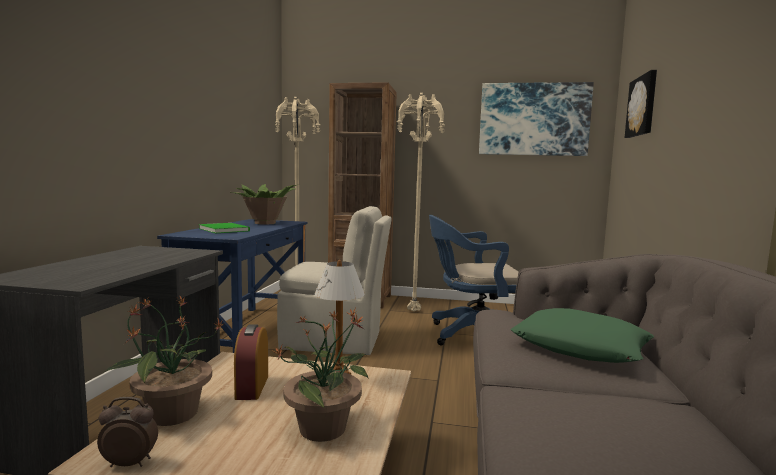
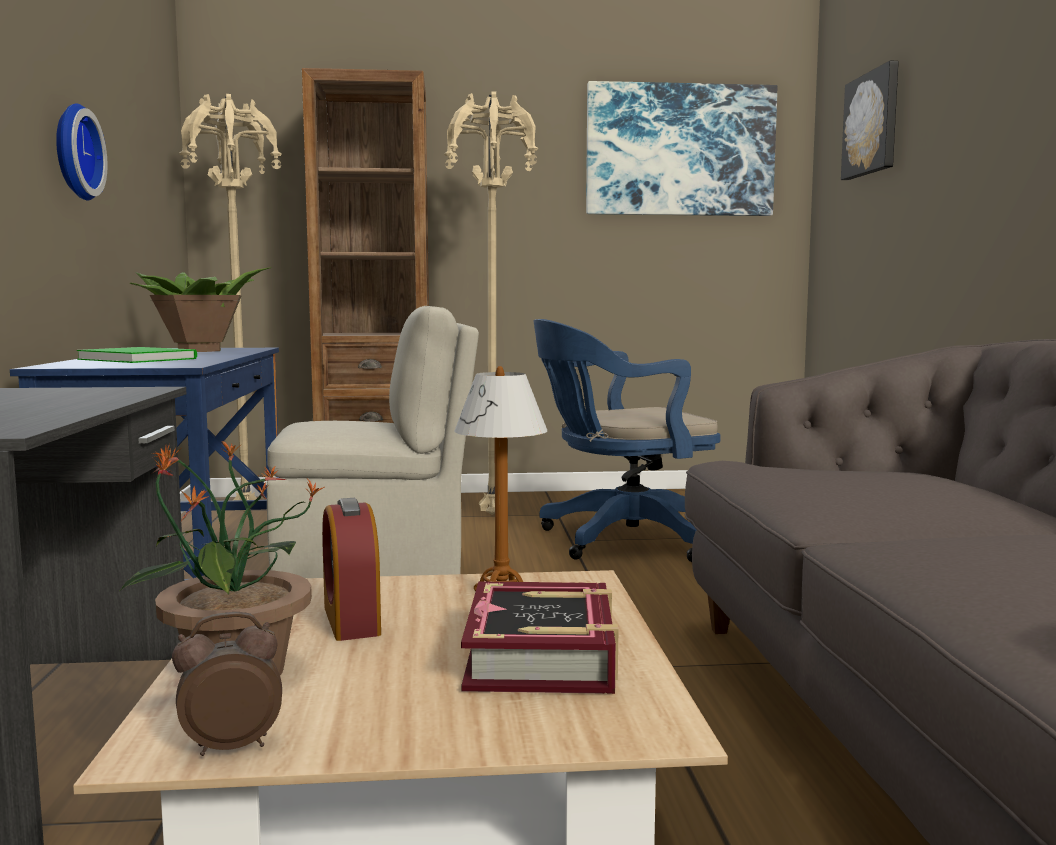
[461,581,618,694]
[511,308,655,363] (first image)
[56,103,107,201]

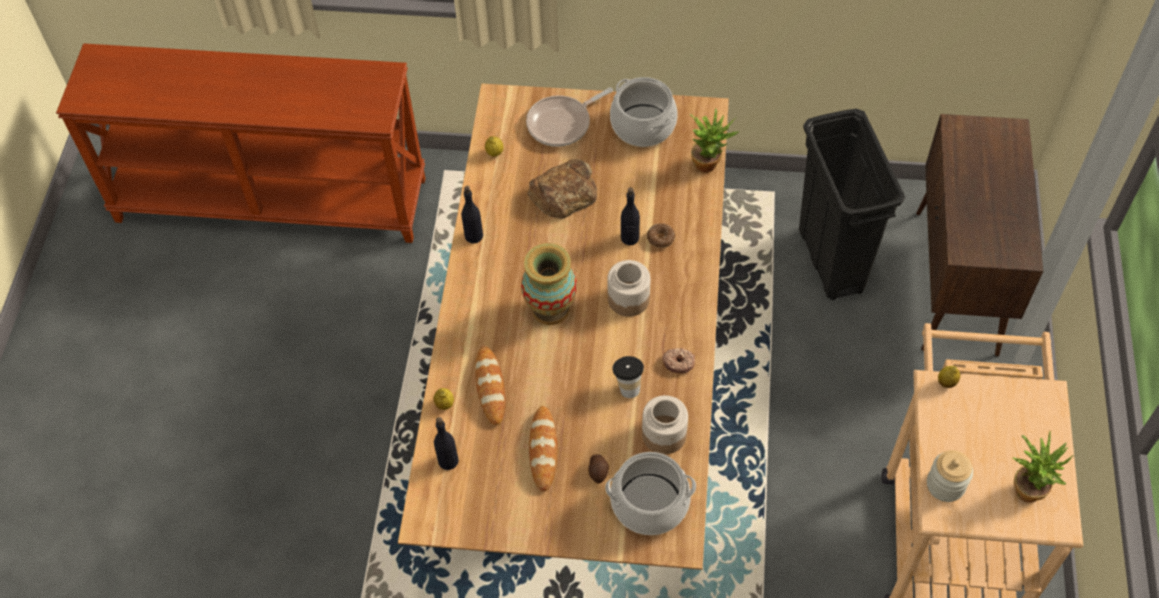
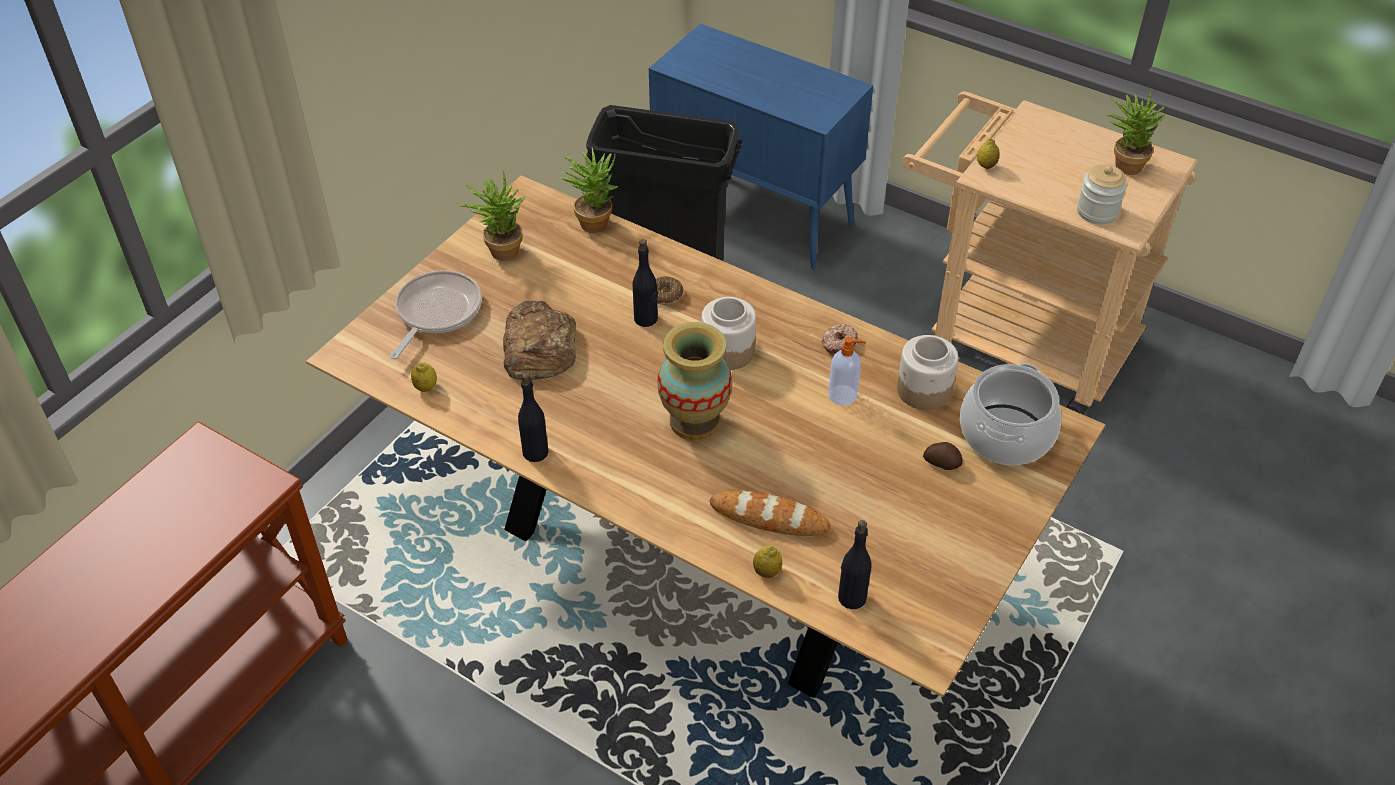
[460,170,525,261]
[390,270,482,359]
[649,24,873,270]
[828,337,866,405]
[529,406,557,492] (first image)

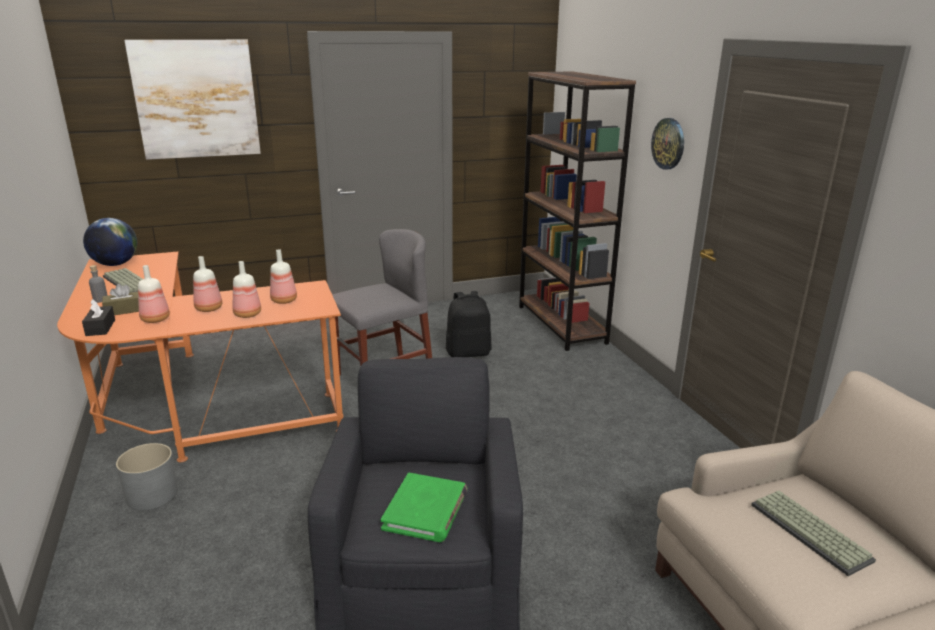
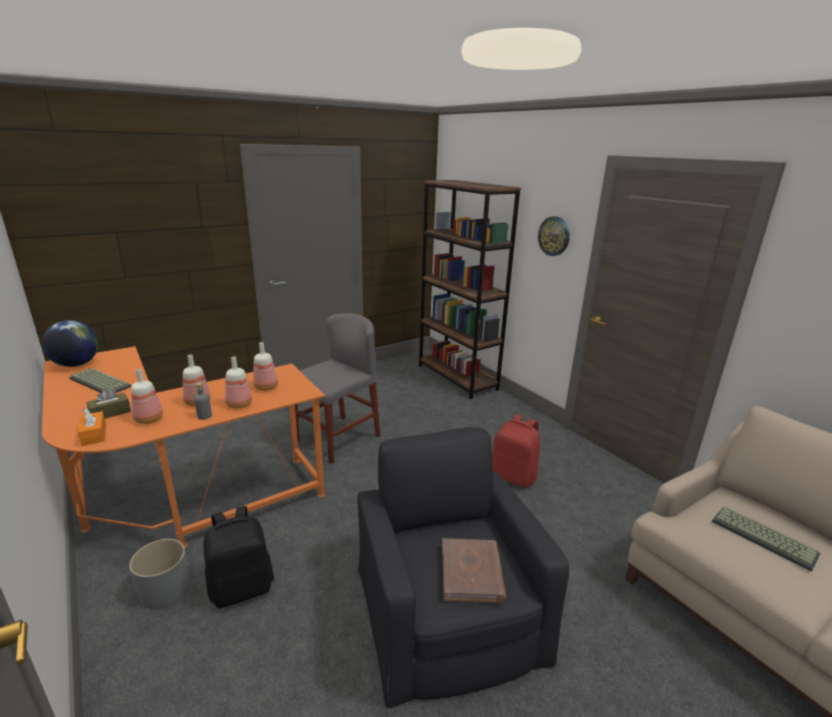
[124,40,261,160] (first image)
[194,382,212,420]
[203,506,274,609]
[78,408,106,446]
[442,538,506,603]
[492,414,540,488]

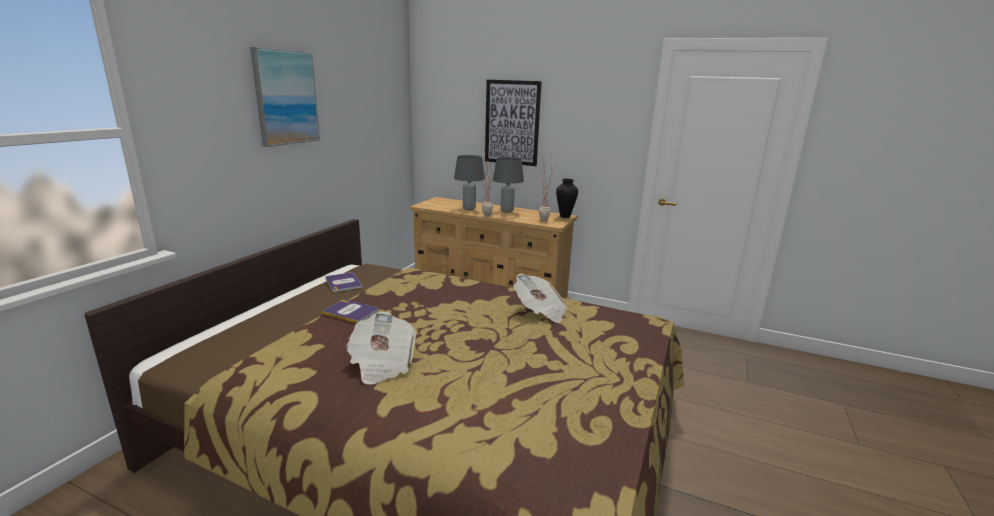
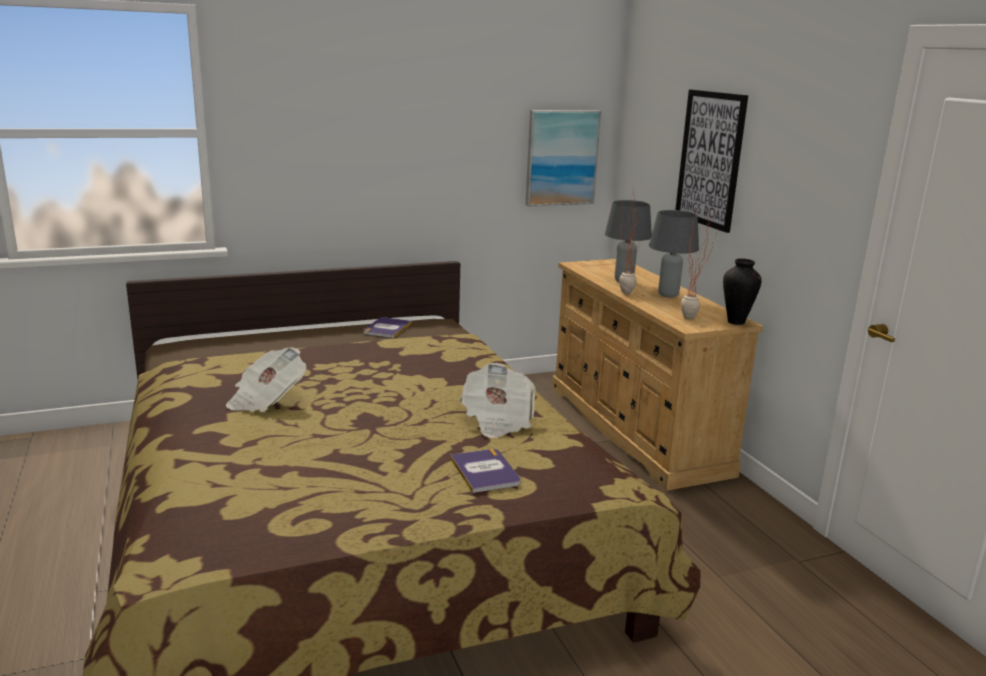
[526,110,601,206]
[450,449,520,493]

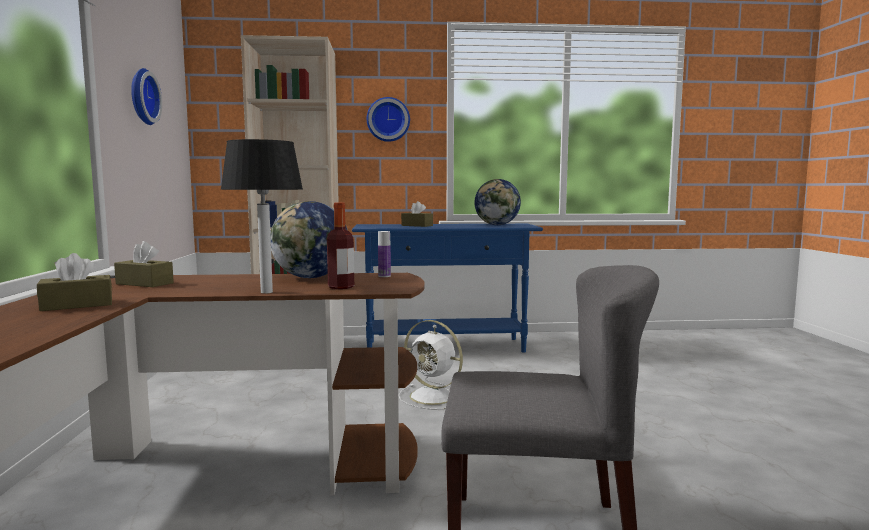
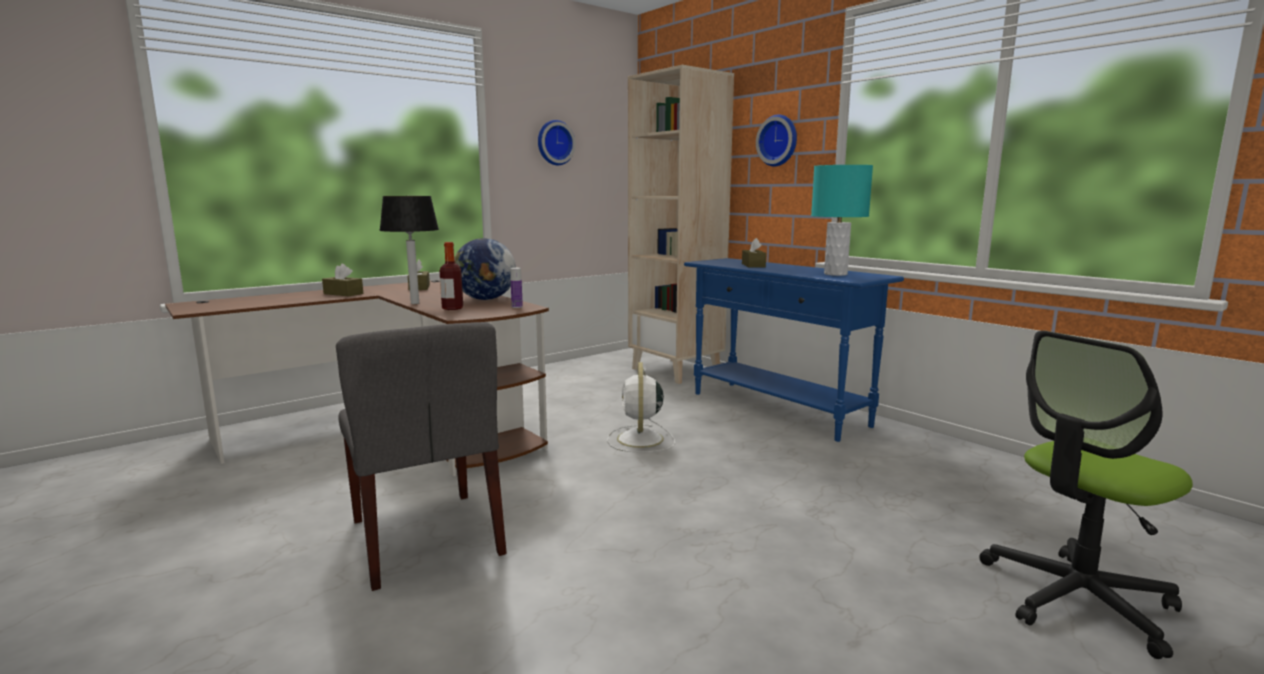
[811,165,873,276]
[980,331,1193,659]

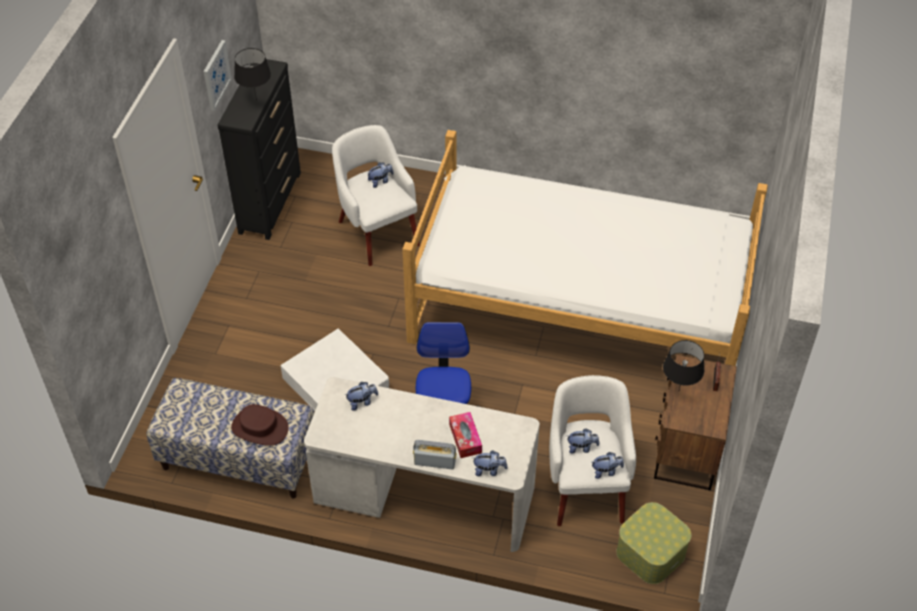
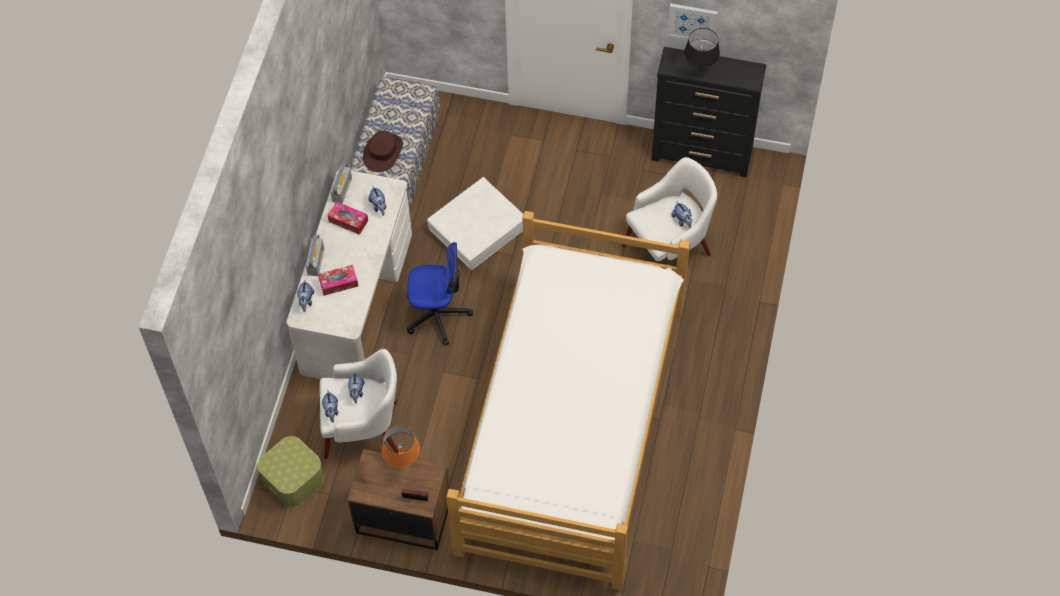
[382,425,420,467]
[331,163,352,204]
[328,201,368,235]

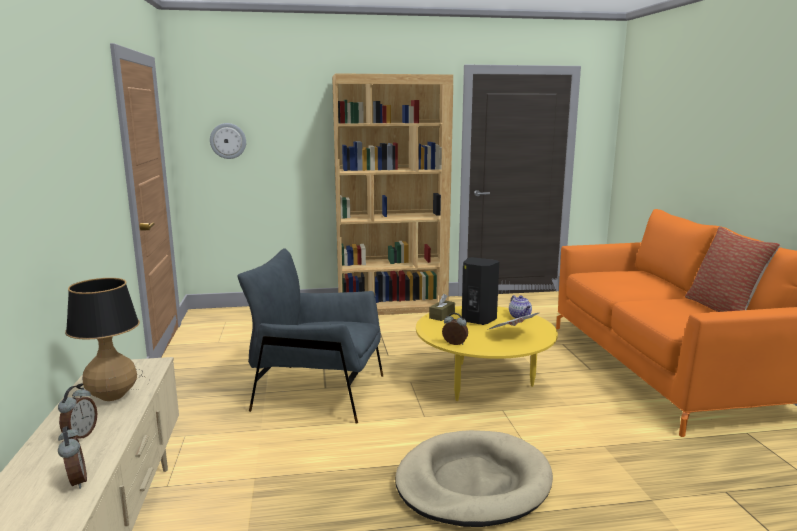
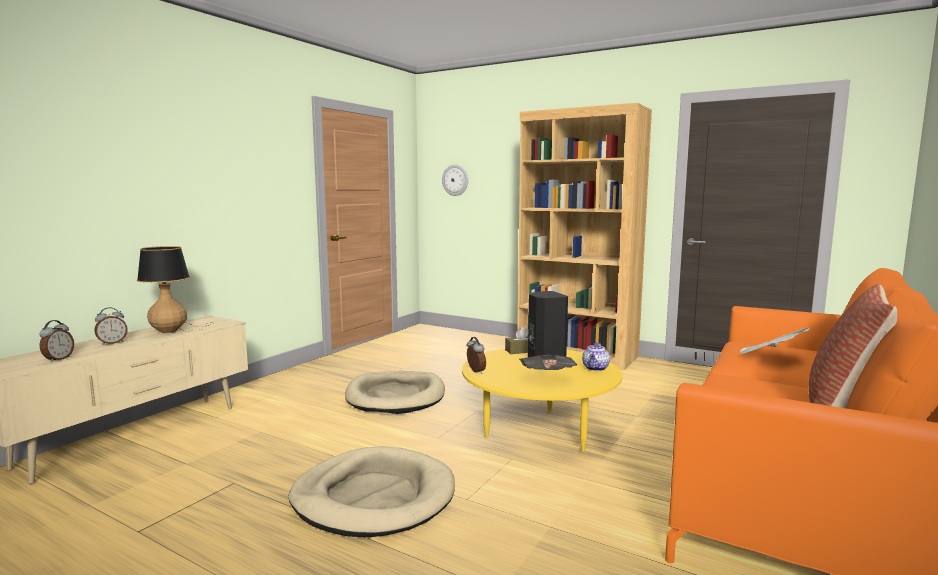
[345,371,445,414]
[740,328,810,355]

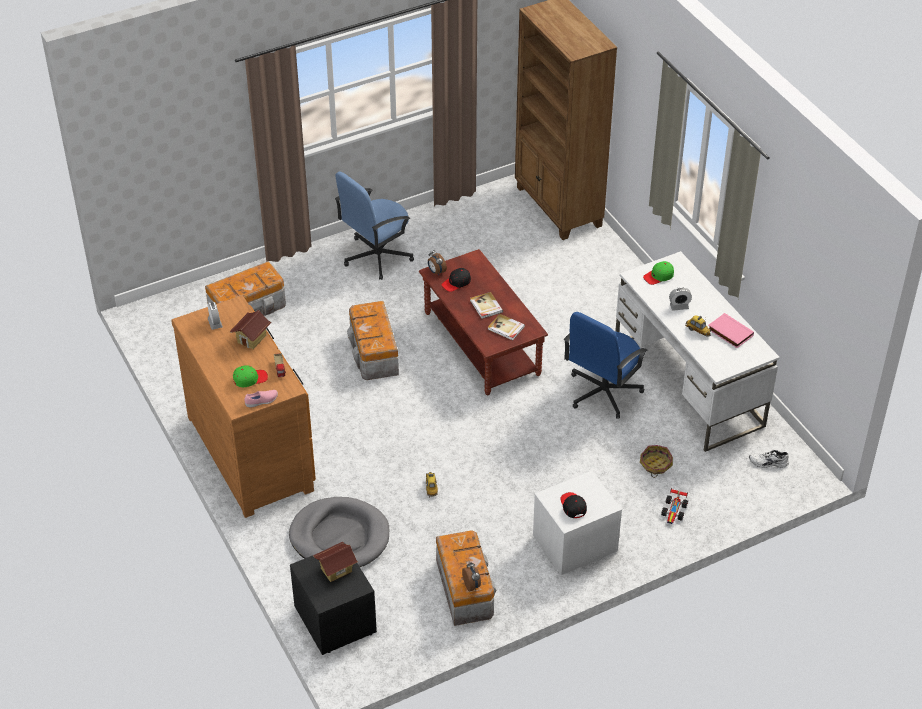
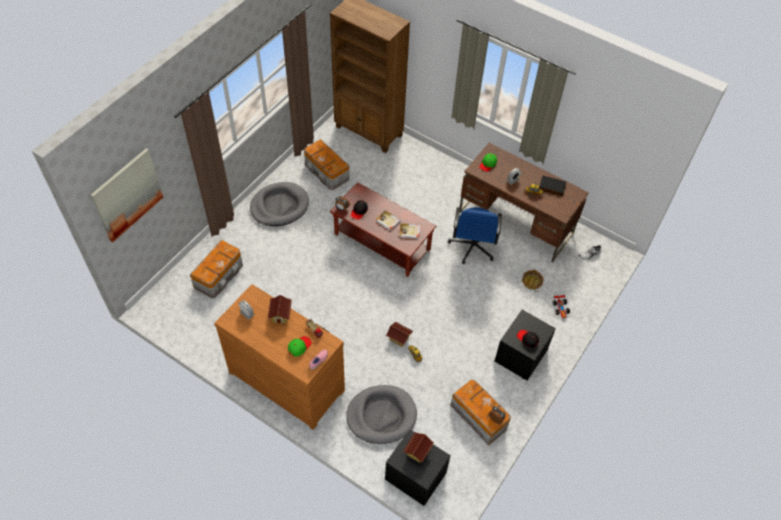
[250,182,309,226]
[459,143,589,262]
[304,139,350,190]
[539,176,567,196]
[495,310,556,381]
[91,148,163,243]
[386,322,413,347]

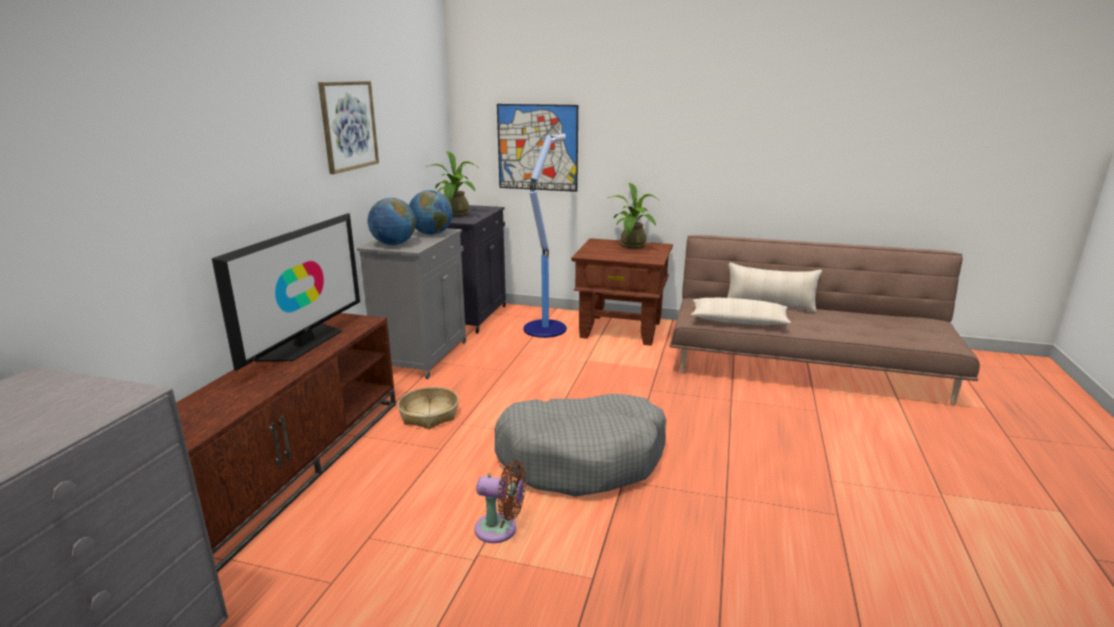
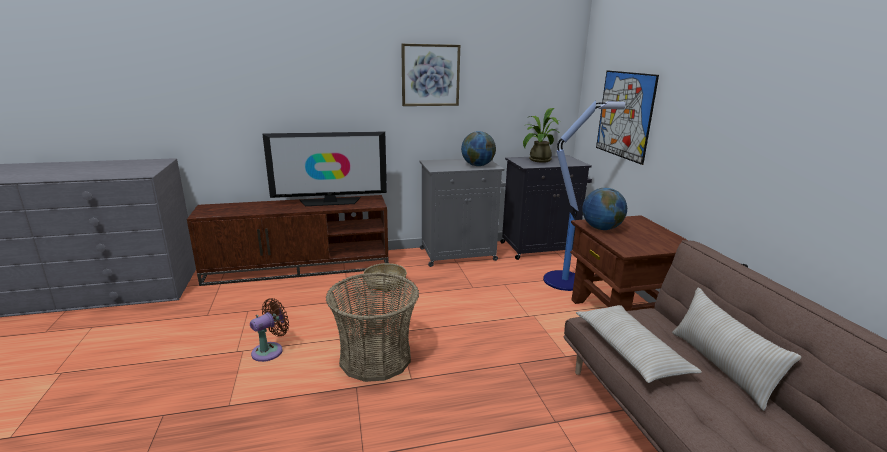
[608,182,661,249] (first image)
[582,188,627,230]
[326,272,419,382]
[250,298,289,362]

